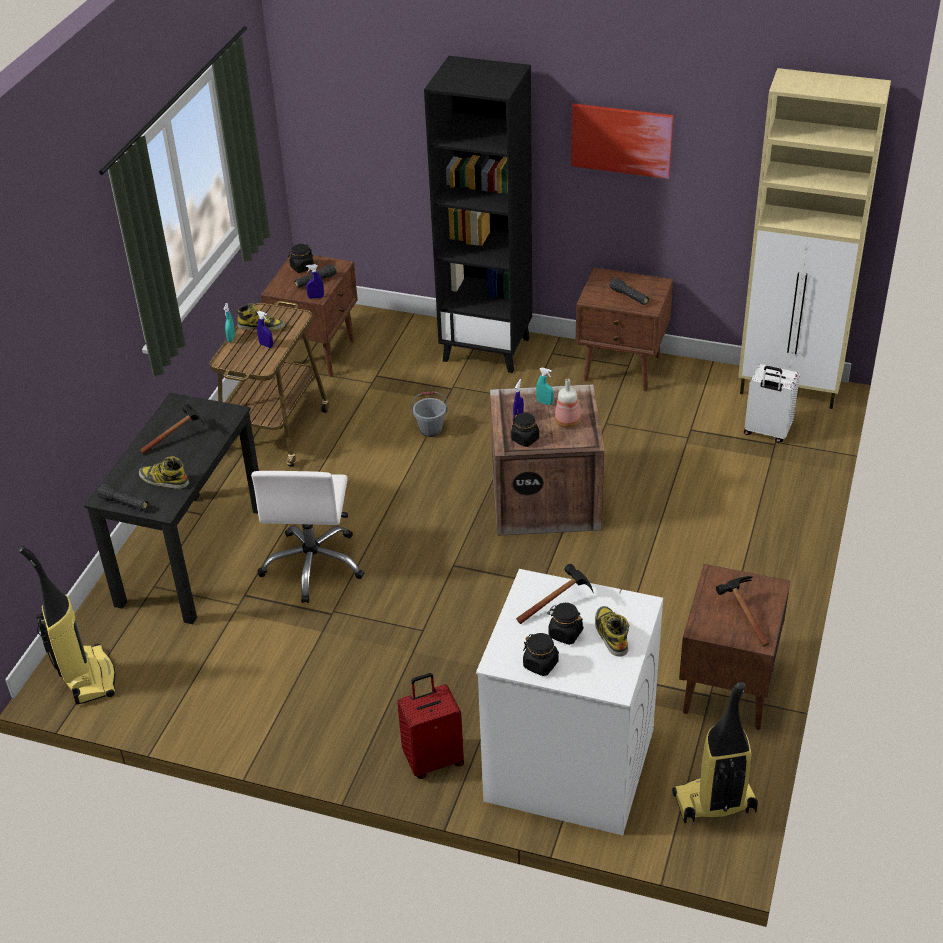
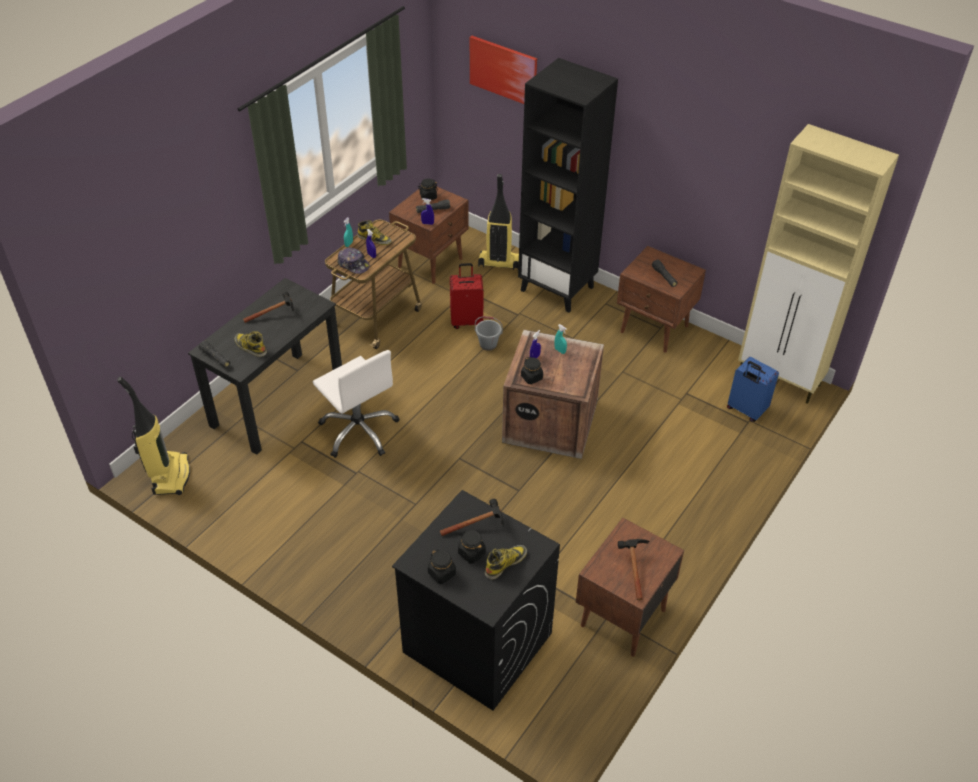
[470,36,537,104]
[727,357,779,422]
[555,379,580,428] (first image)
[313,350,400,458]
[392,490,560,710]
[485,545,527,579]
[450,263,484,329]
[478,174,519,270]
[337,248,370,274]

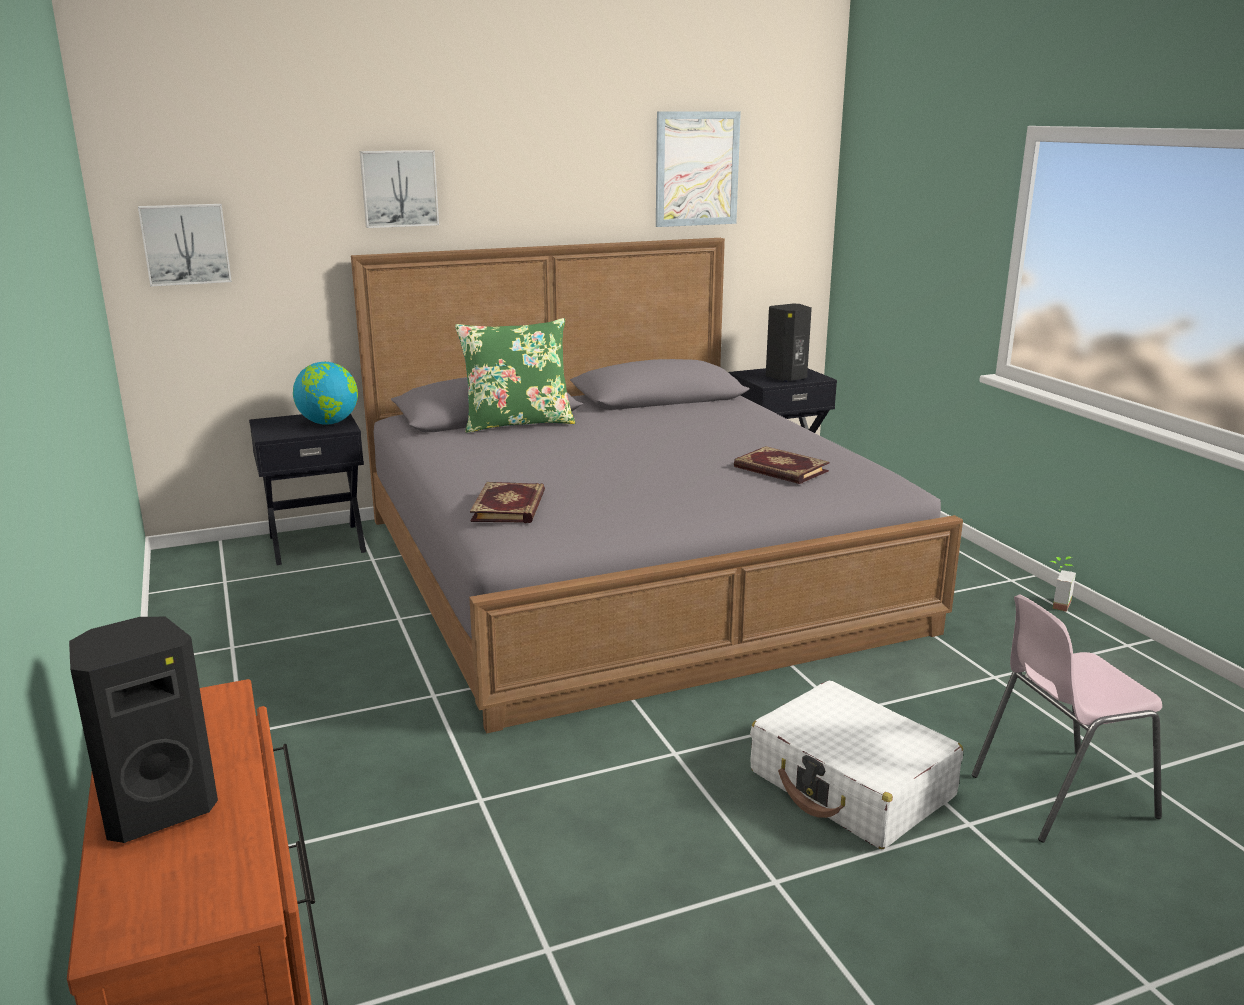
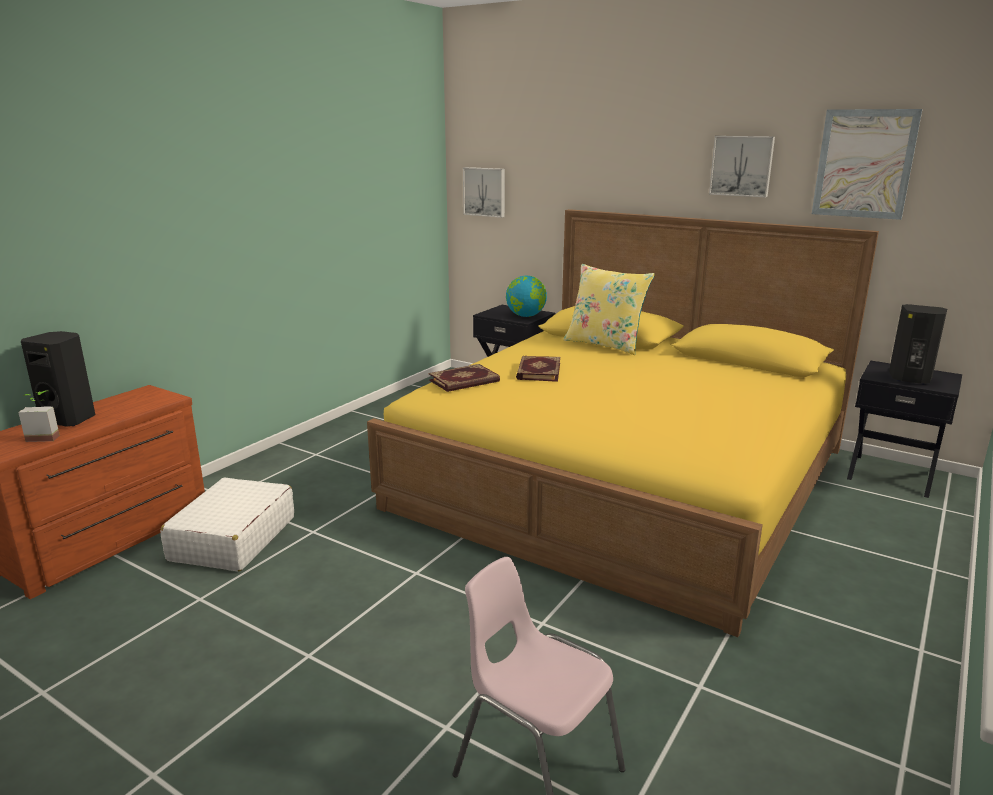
[709,136,775,197]
[367,209,879,637]
[563,264,655,355]
[516,356,560,382]
[18,390,60,442]
[160,478,294,572]

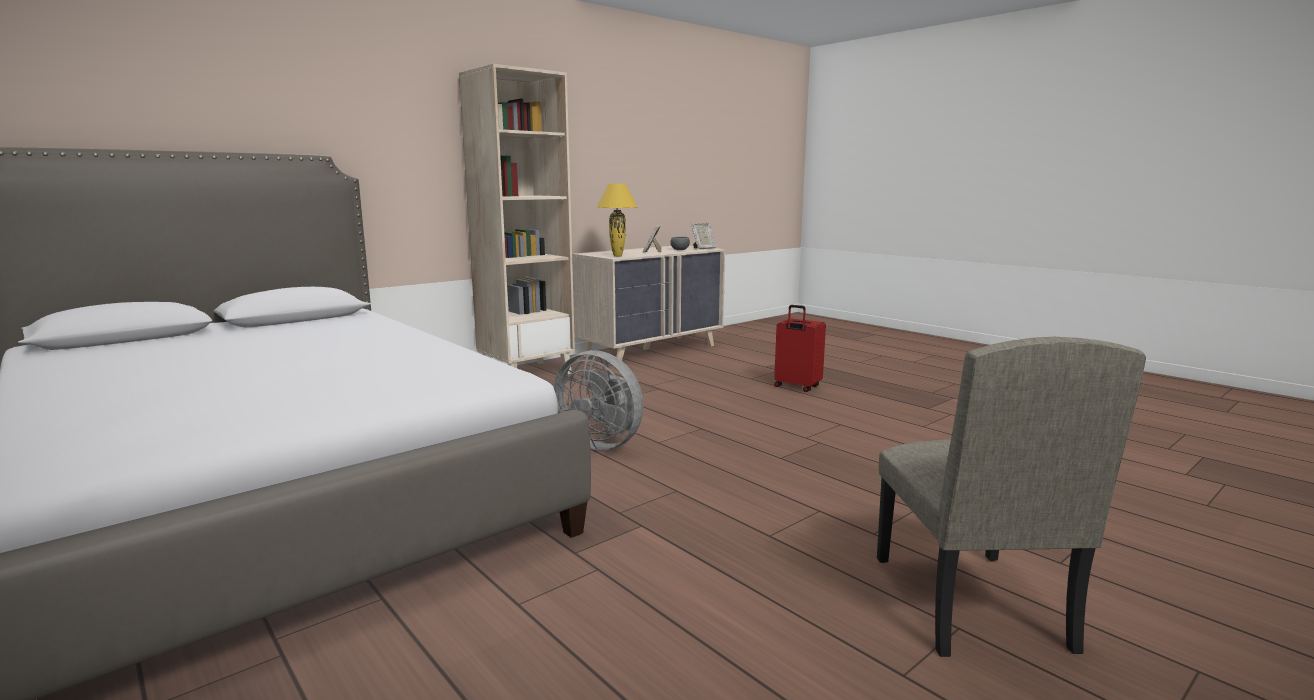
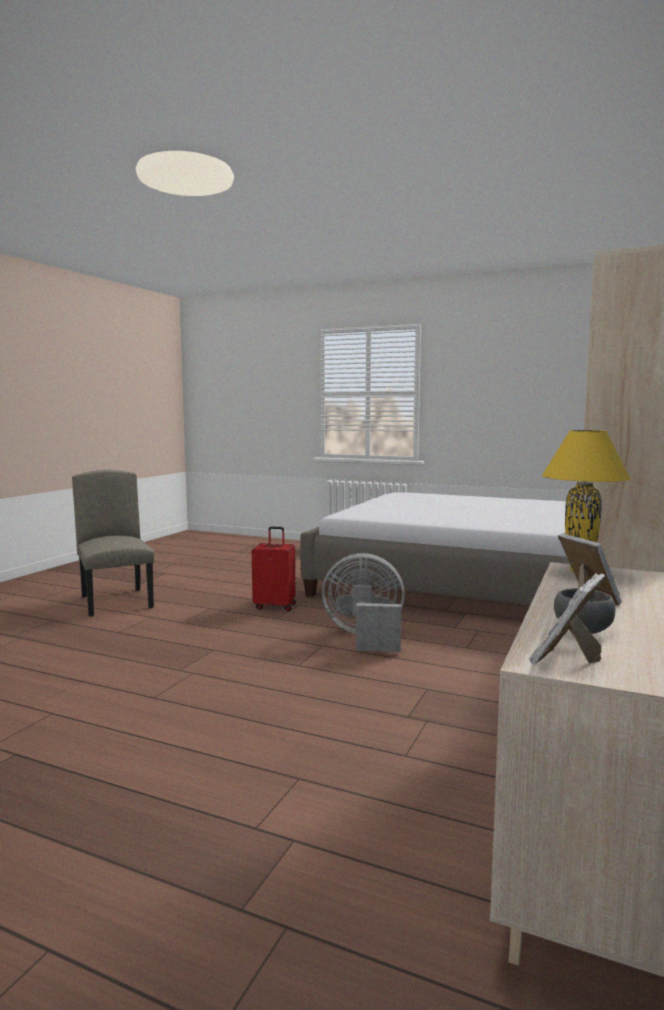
[252,527,296,611]

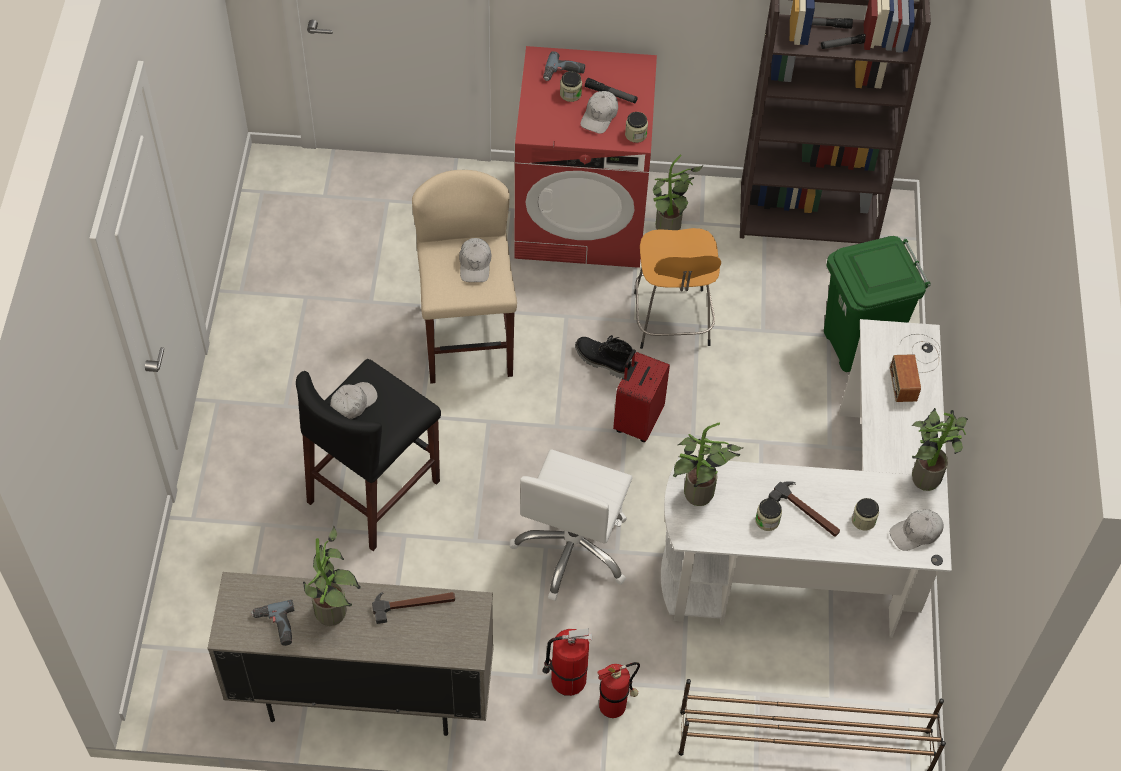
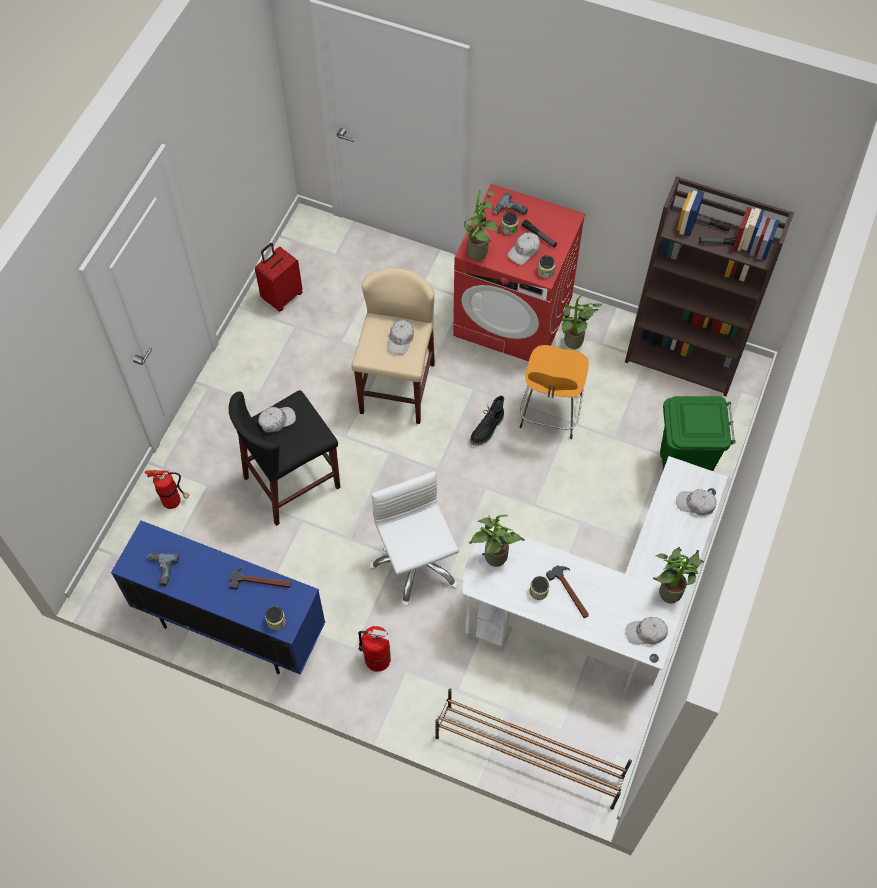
[676,489,717,515]
[470,396,504,446]
[255,243,303,312]
[369,471,459,607]
[265,606,286,630]
[464,189,500,261]
[111,521,325,674]
[145,470,189,509]

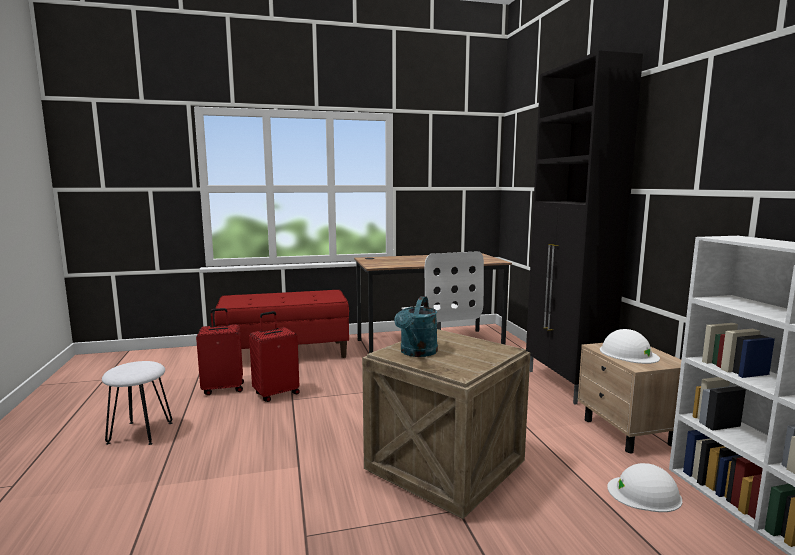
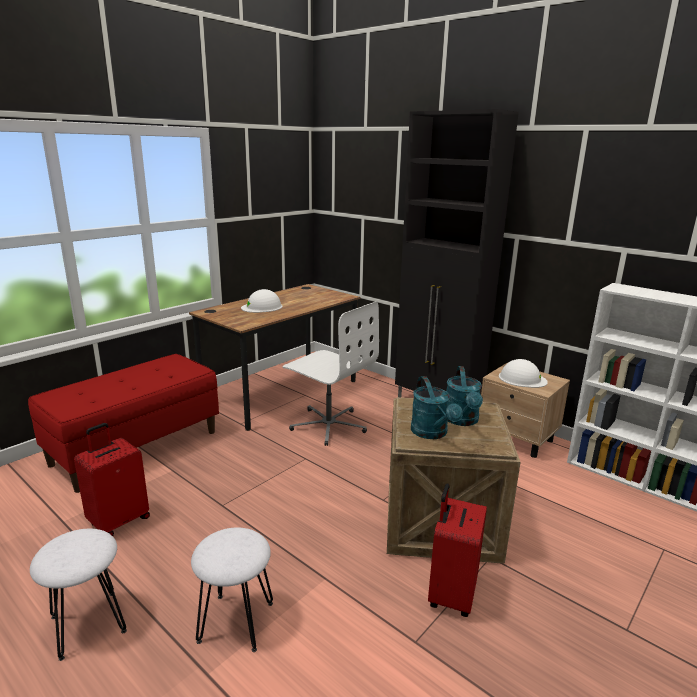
[428,484,487,617]
[241,289,283,313]
[446,366,483,426]
[191,528,273,652]

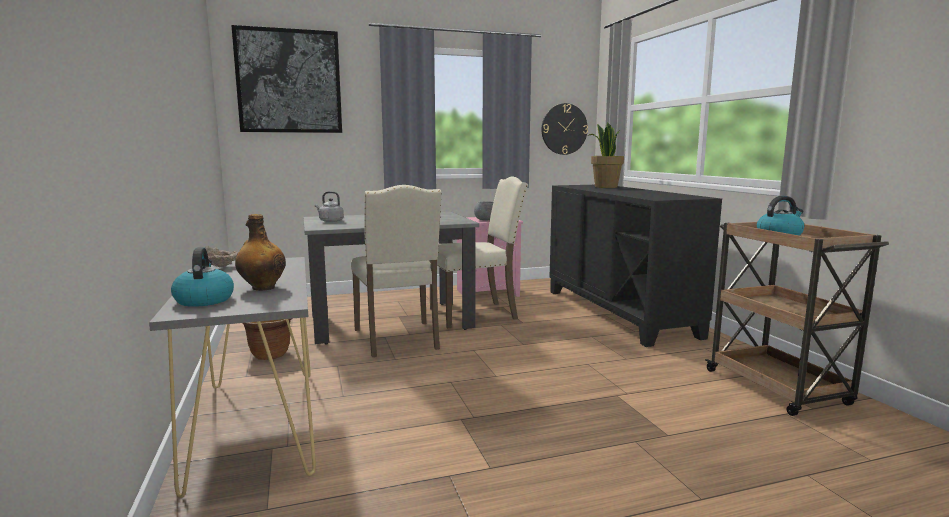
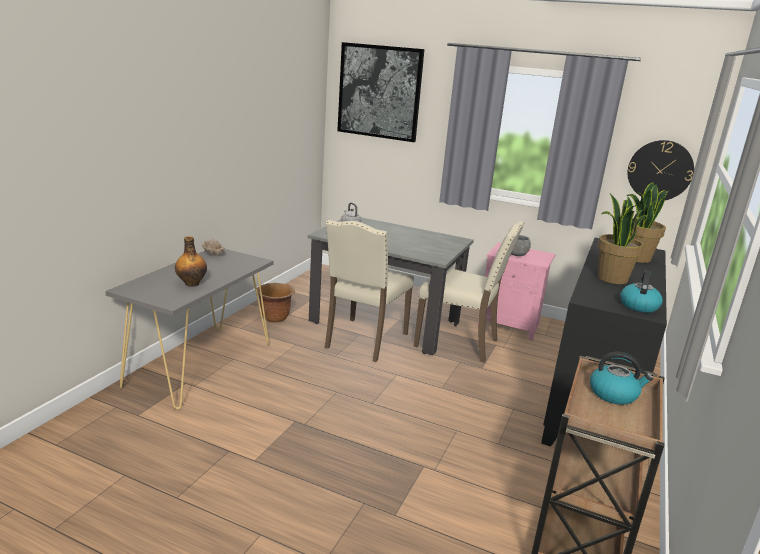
[620,270,663,313]
[598,193,648,284]

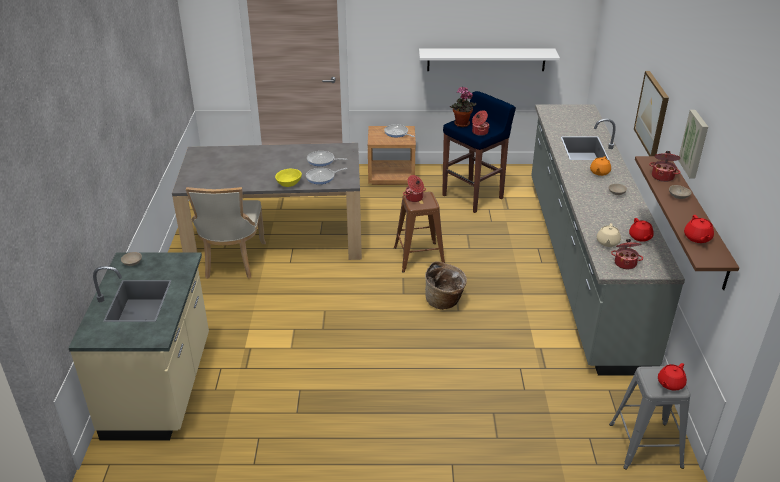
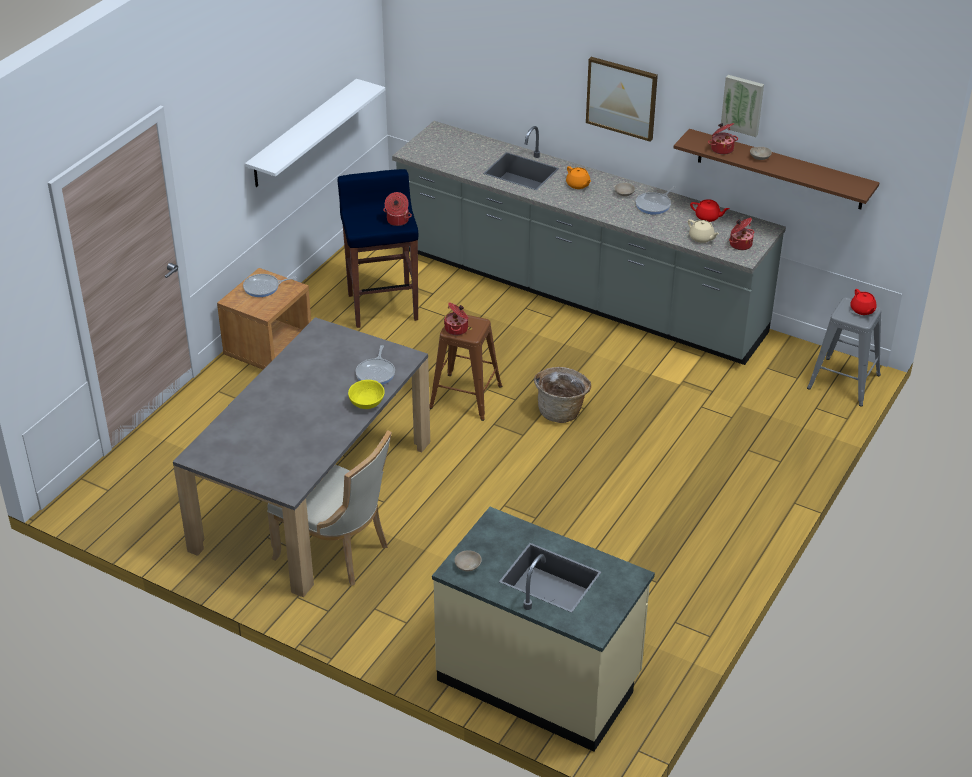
[450,87,476,127] (first image)
[636,186,676,215]
[684,215,714,243] (first image)

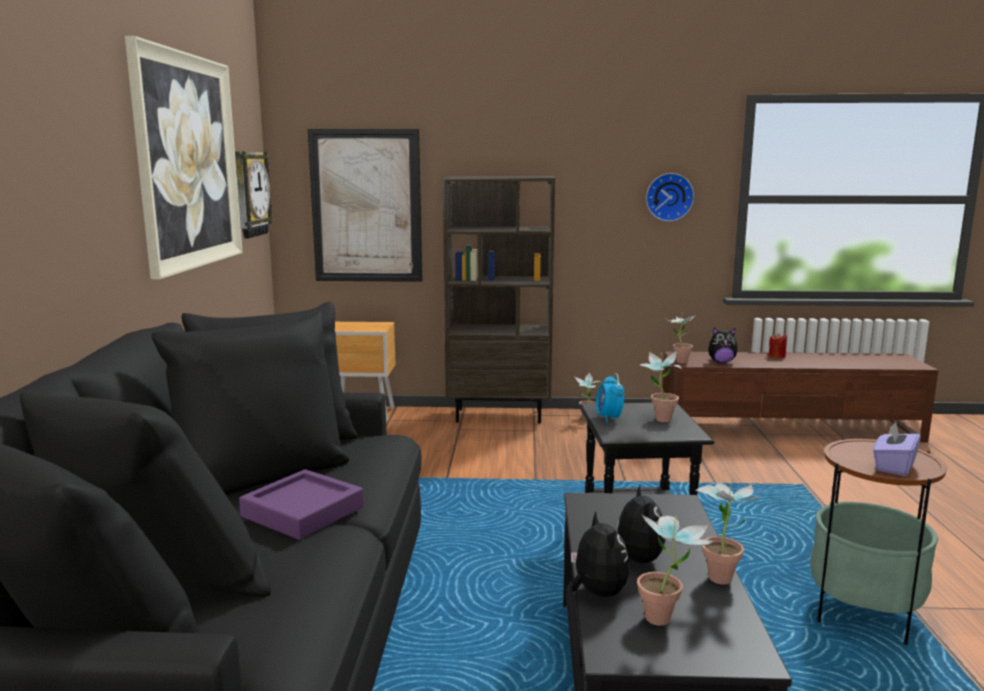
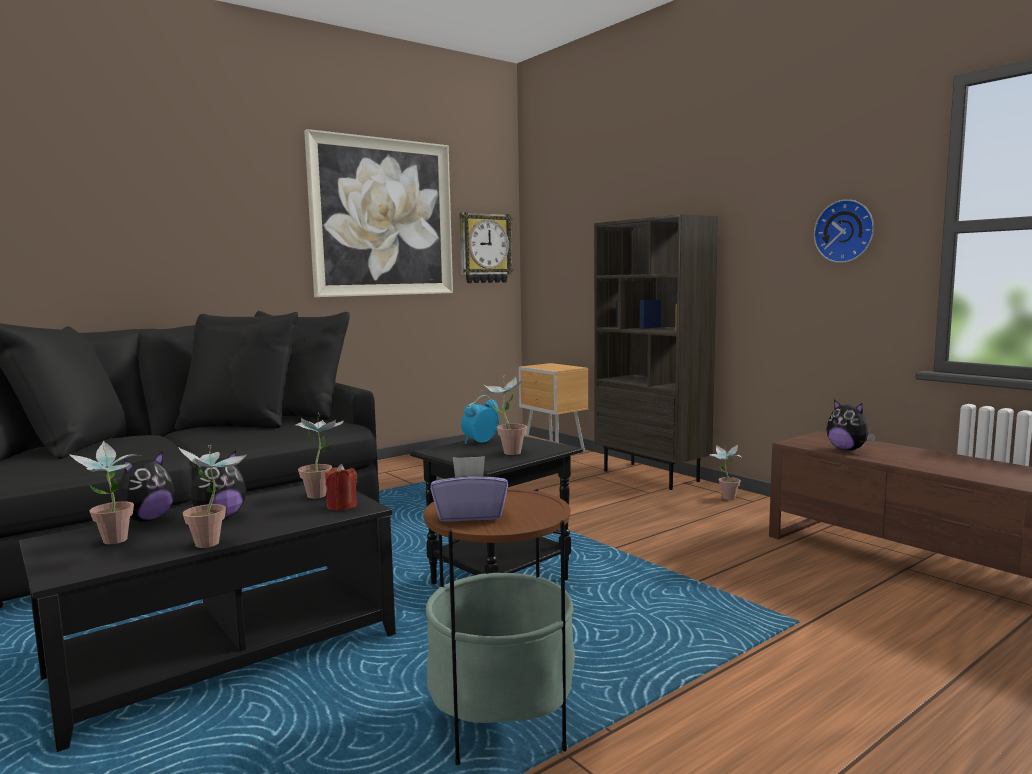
[308,129,422,282] (first image)
[294,413,343,499]
[325,464,357,511]
[239,469,364,540] (first image)

